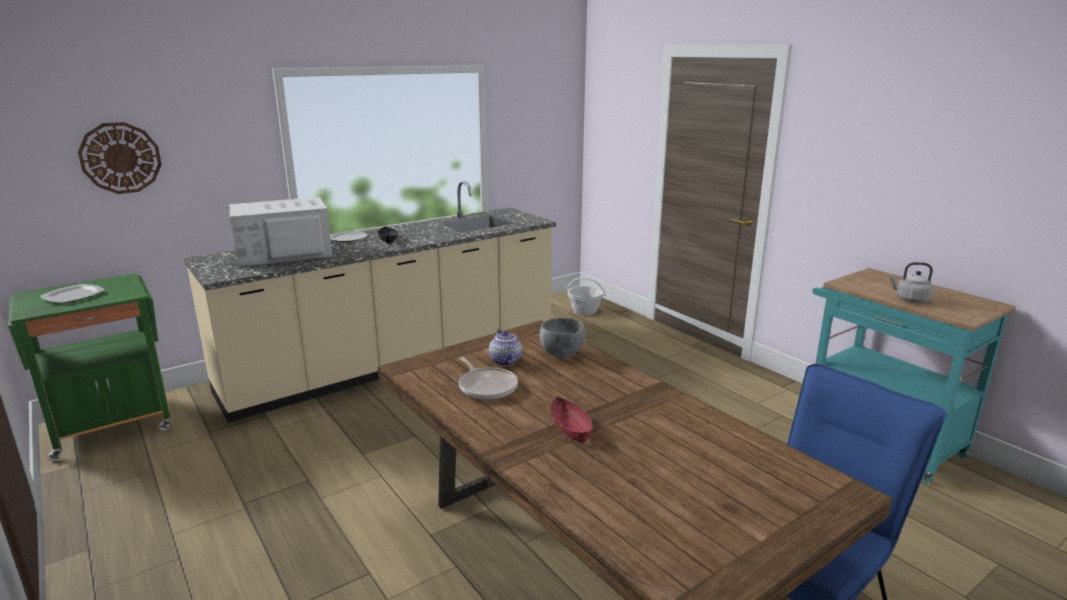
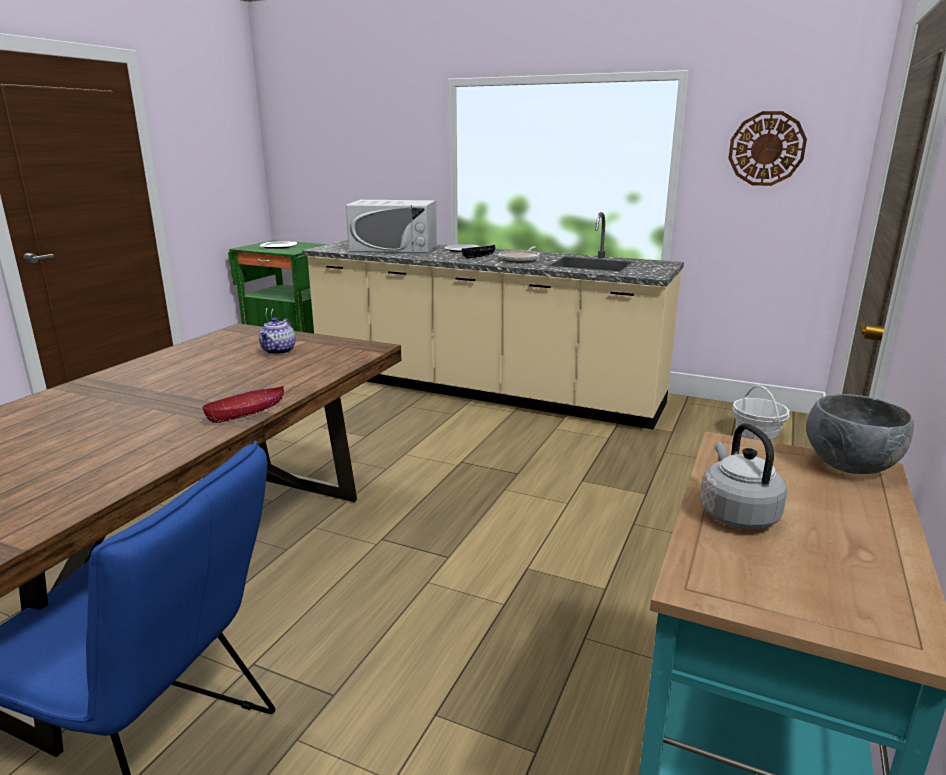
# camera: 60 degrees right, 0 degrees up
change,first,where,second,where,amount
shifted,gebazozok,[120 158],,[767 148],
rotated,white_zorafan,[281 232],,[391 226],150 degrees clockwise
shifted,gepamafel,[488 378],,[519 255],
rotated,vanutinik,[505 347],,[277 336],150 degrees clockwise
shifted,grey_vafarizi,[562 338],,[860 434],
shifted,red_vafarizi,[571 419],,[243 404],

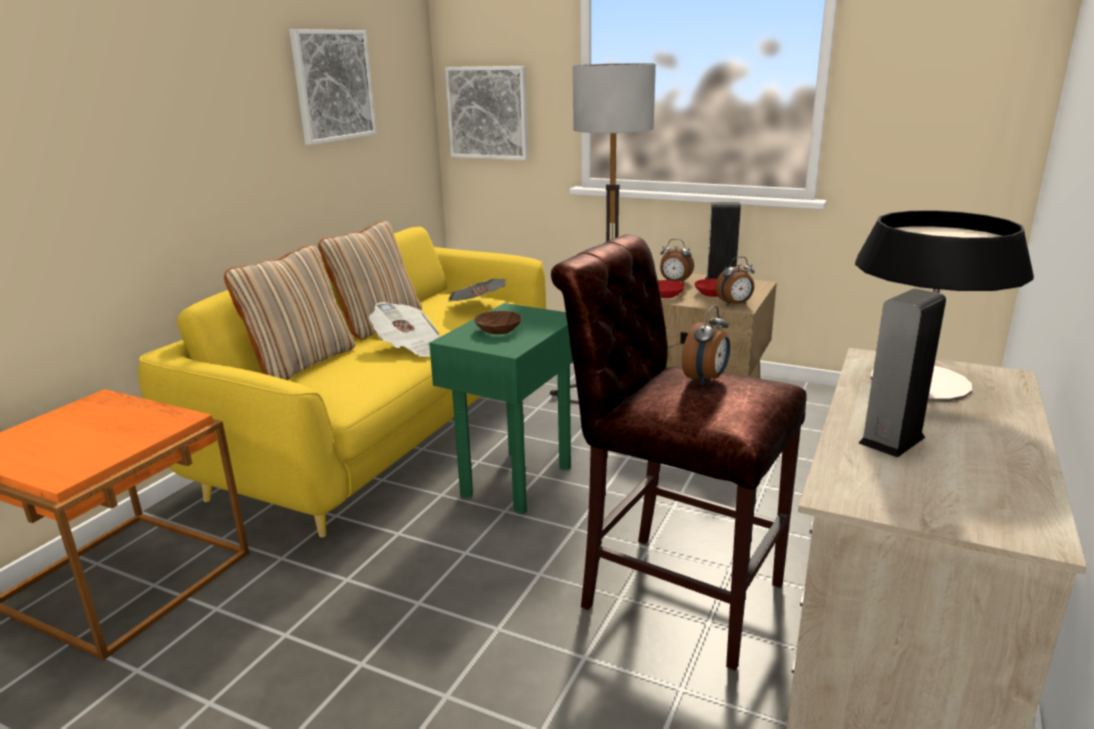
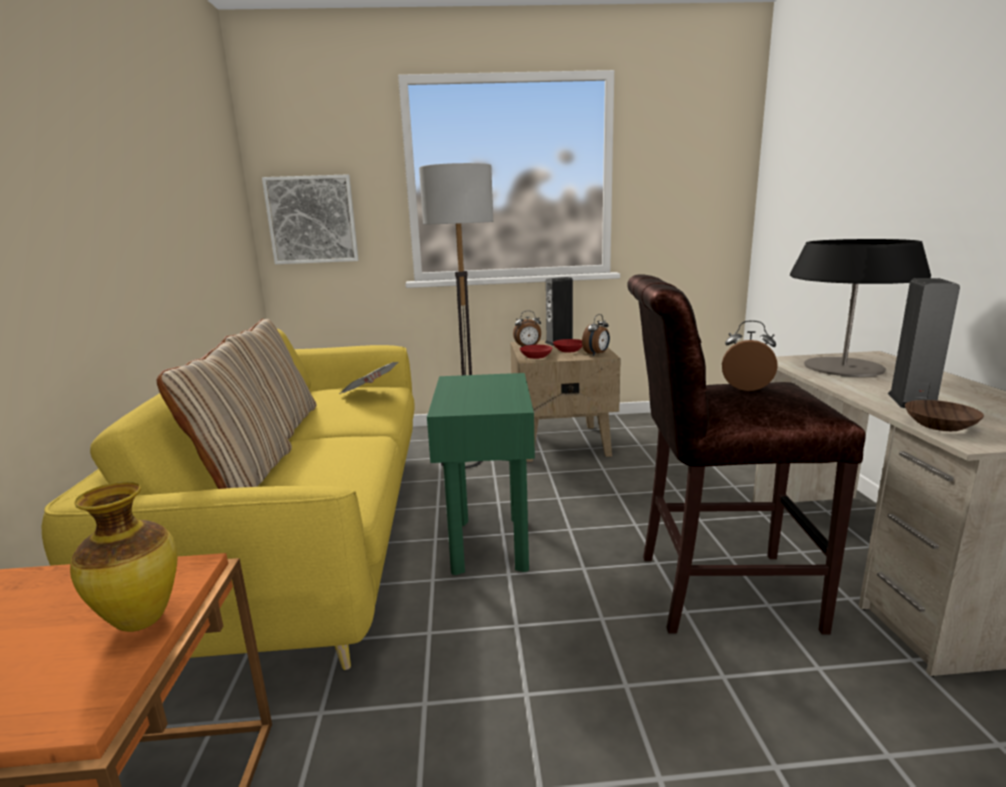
# camera: 30 degrees left, 5 degrees down
change,first,where,second,where,amount
gone,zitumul,[333 87],,,
gone,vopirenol,[404 329],,,
shifted,brown_vafarizi,[498 323],,[944 415],
rotated,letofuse,[706 345],,[750 355],75 degrees counterclockwise
new,,,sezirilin,[123 557],

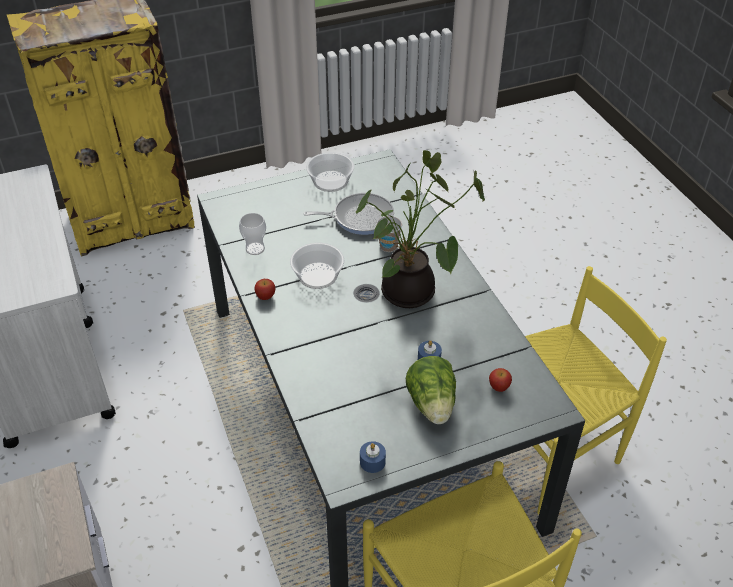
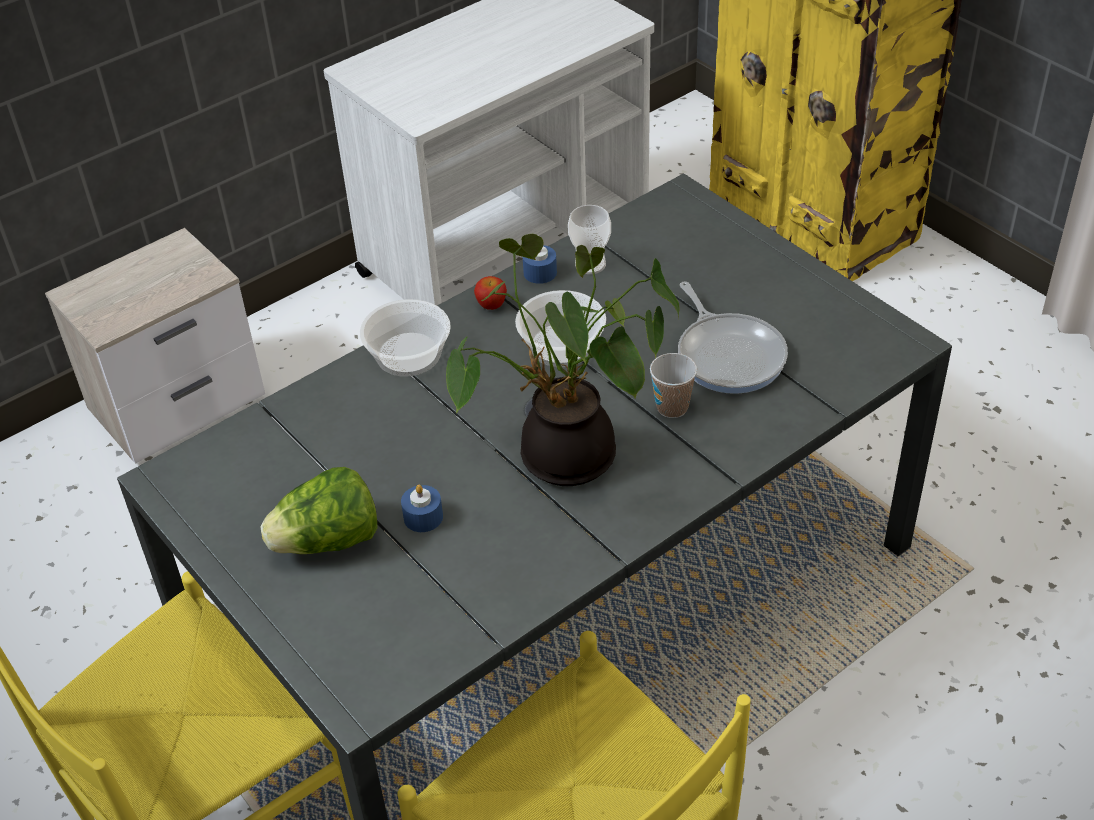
# camera: 75 degrees right, 0 degrees up
change,first,where,second,where,amount
shifted,vafarizi,[330 172],,[405 338],
shifted,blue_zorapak,[373 457],,[540 264],
gone,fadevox,[500 380],,,

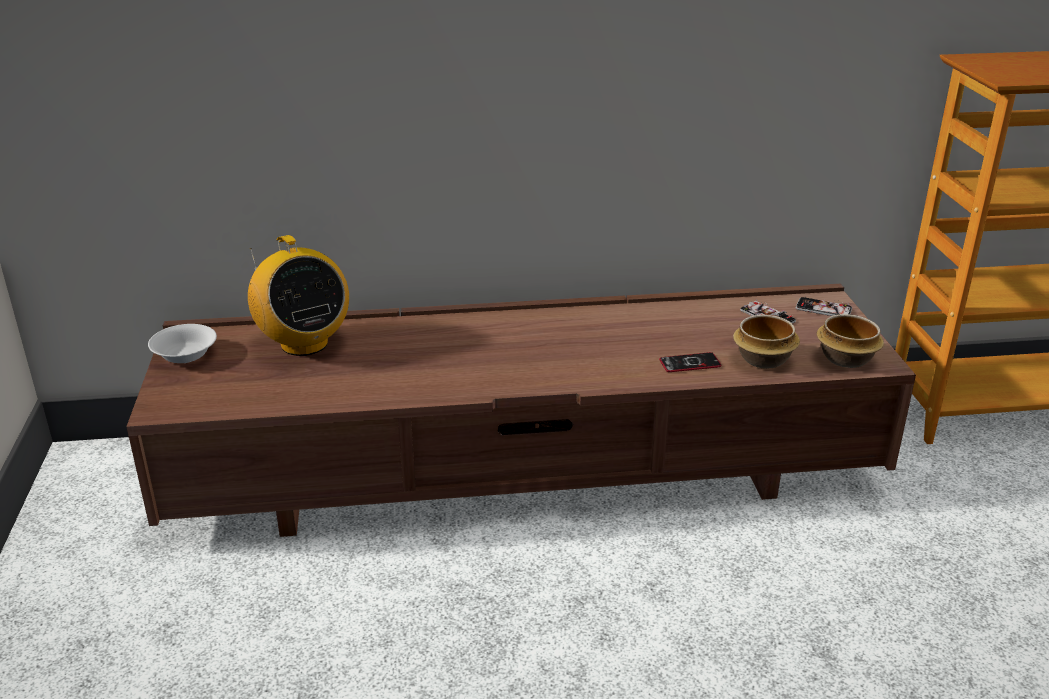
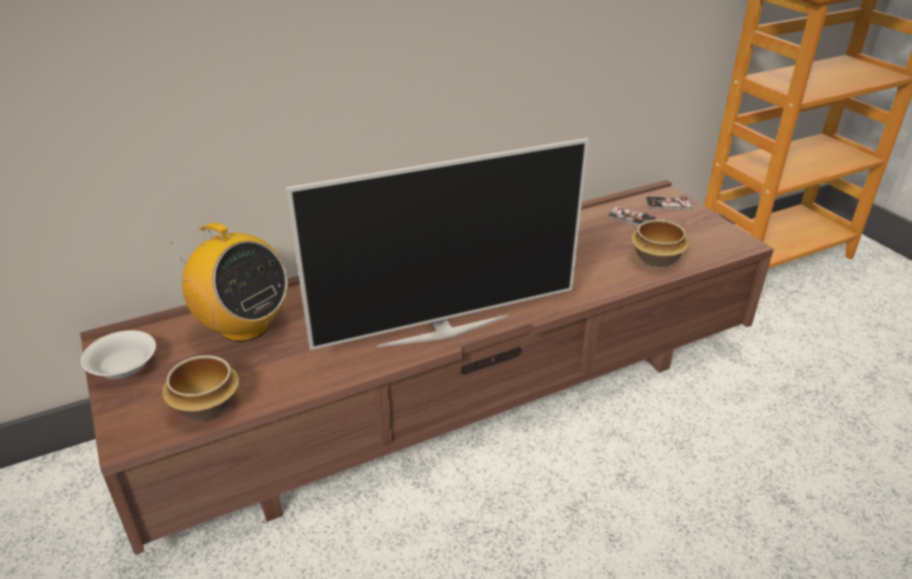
# camera: 20 degrees left, 5 degrees up
change,first,where,second,where,amount
gone,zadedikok,[690 362],,,
shifted,vafarizi,[850 341],,[200 388],
new,,,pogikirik,[437 244],

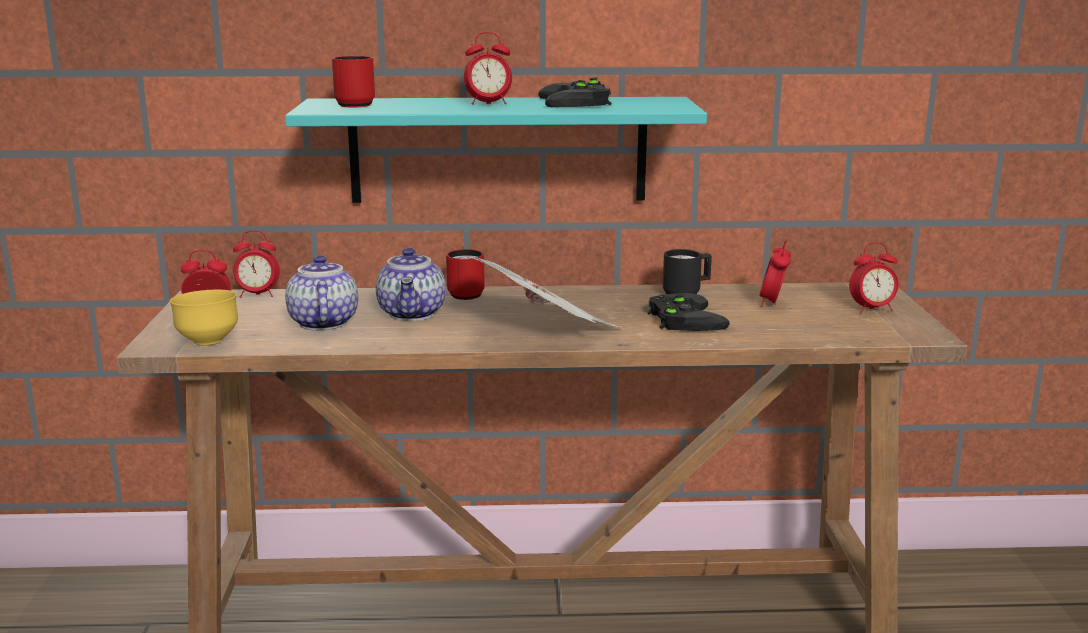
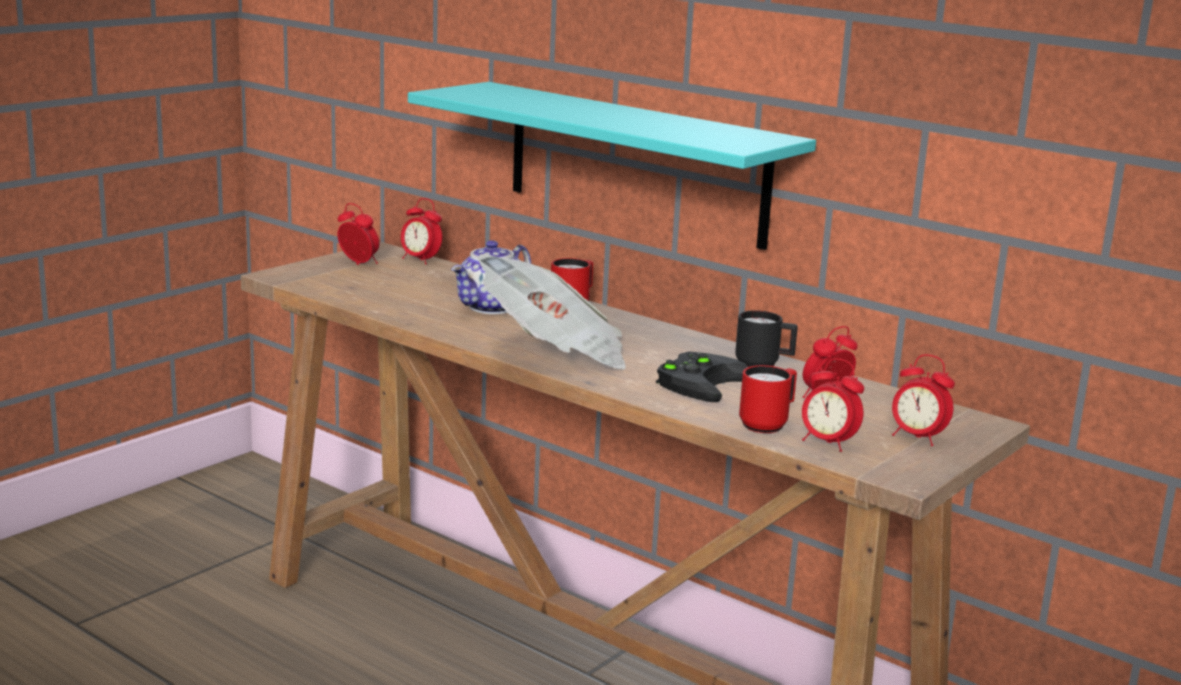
# camera: 40 degrees right, 0 degrees up
change,first,where,second,where,amount
gone,yellow_vafarizi,[204 318],,,
gone,vanutinik,[321 293],,,
shifted,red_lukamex,[353 82],,[768 399],
shifted,letofuse,[488 68],,[833 405],
gone,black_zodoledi,[574 92],,,

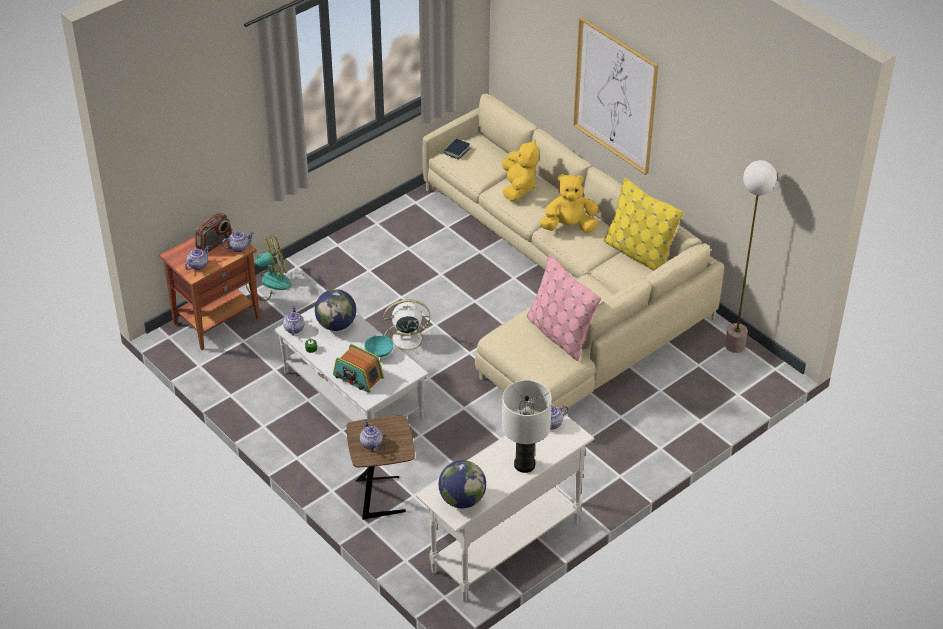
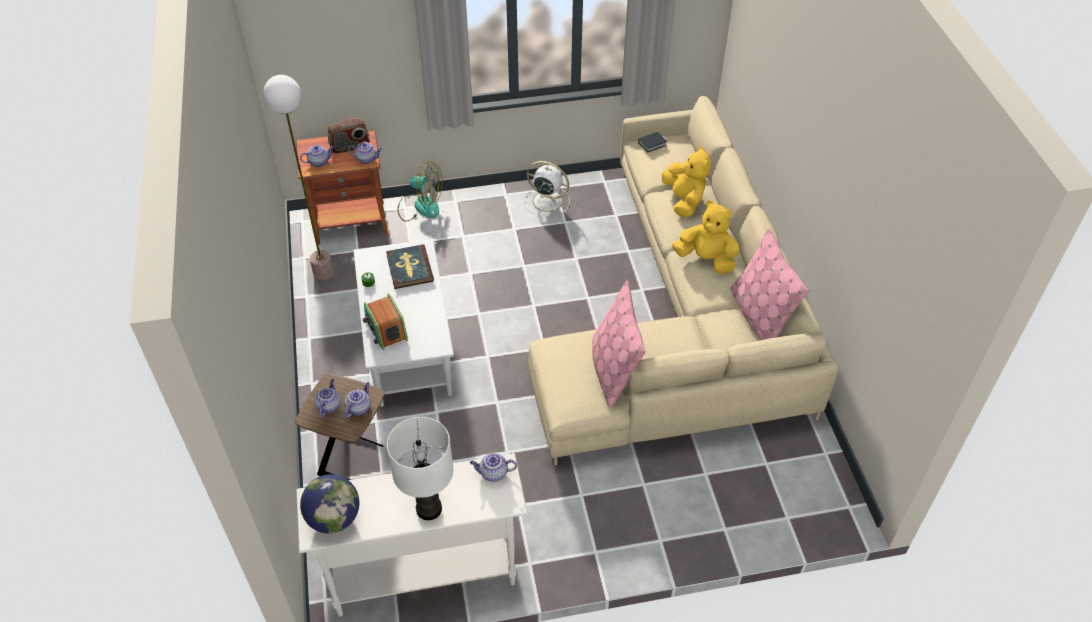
# camera: 30 degrees right, 5 degrees up
change,first,where,second,where,amount
shifted,vanutinik,[293 321],,[357 400],
swapped,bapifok,[335 310],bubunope,[410 266],
gone,turquoise_vafarizi,[379 346],,,
shifted,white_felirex,[407 327],,[547 188],
rotated,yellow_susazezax,[520 170],,[686 182],45 degrees counterclockwise
gone,zitumul,[615 96],,,
repainted,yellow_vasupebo,[643 224],pink_vasupebo,[770 284],
shifted,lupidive,[751 256],,[298 177],

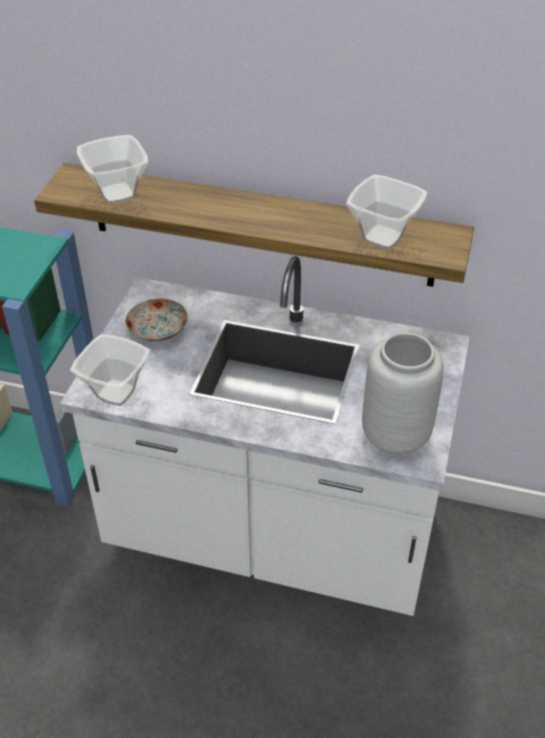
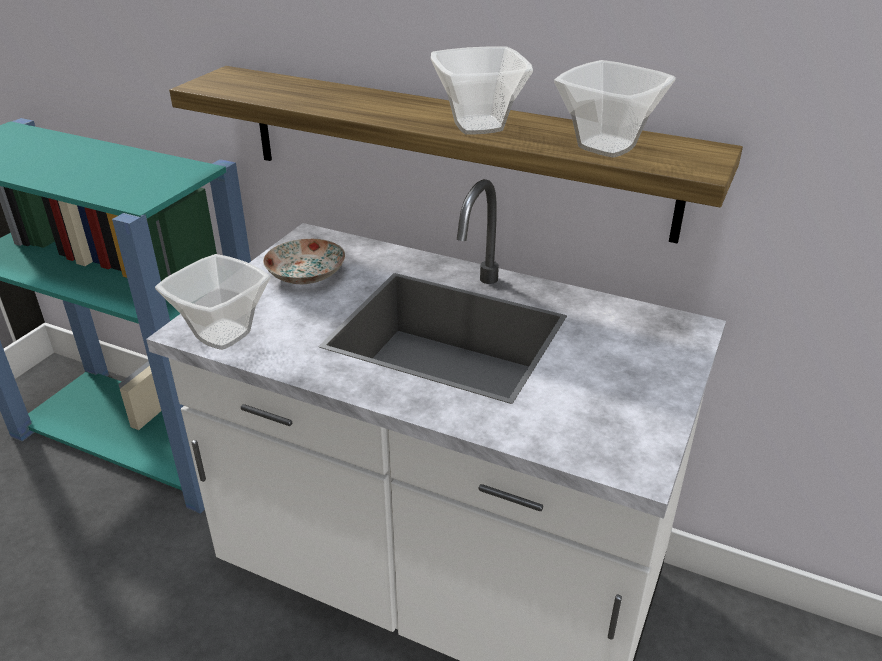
# camera: 10 degrees right, 10 degrees down
change,first,where,second,where,amount
shifted,vafarizi,[112 169],,[482 90],
gone,grey_sezirilin,[403 393],,,

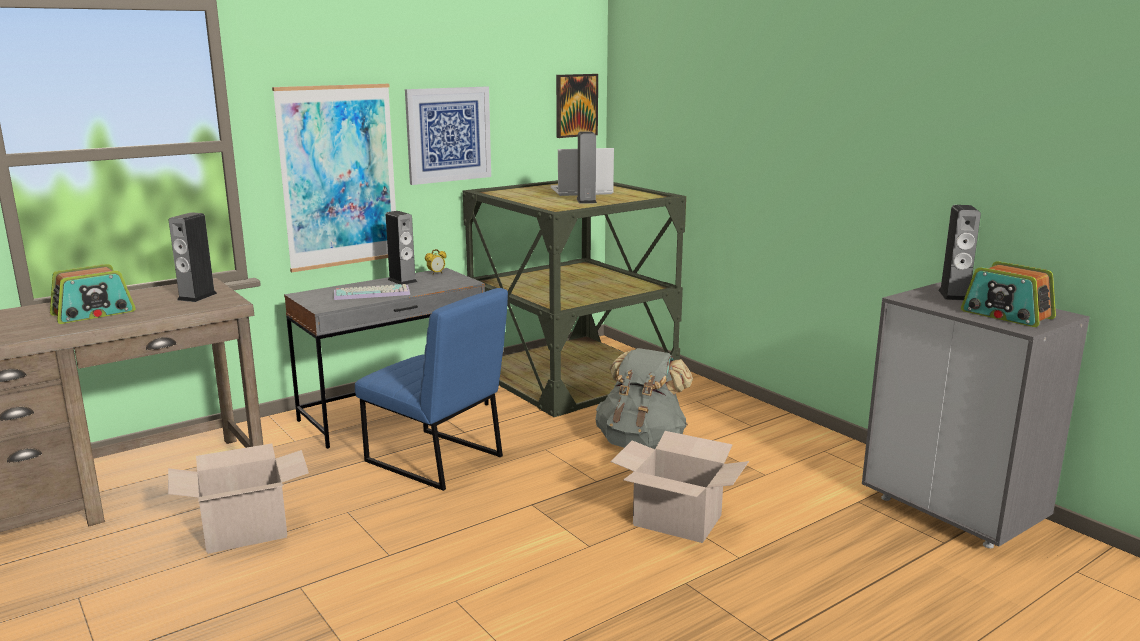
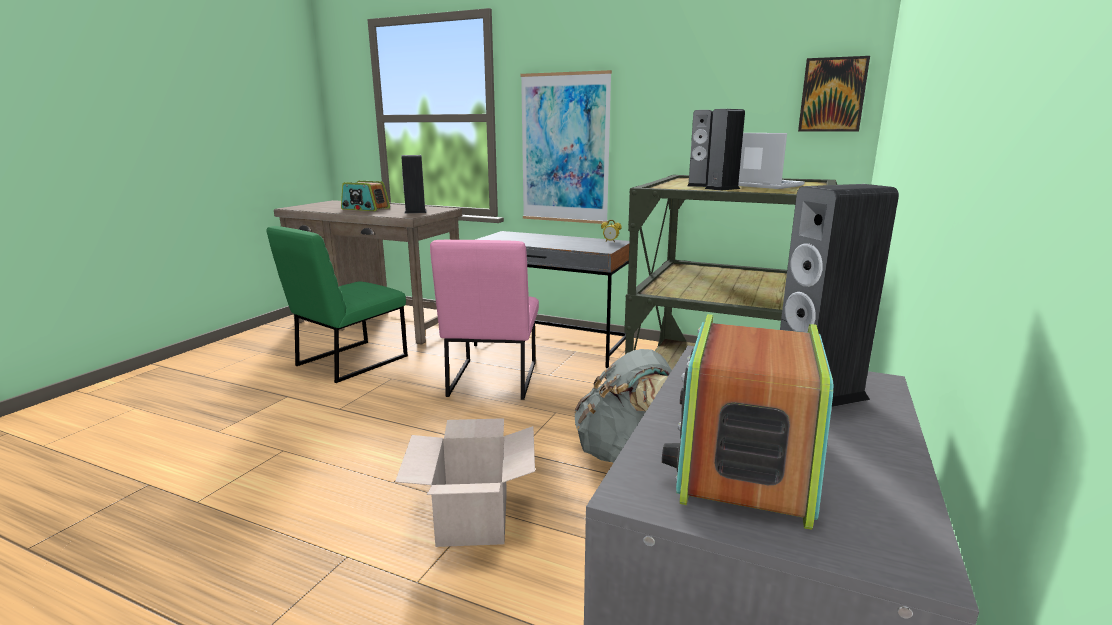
# camera: 60 degrees right, 0 degrees up
change,first,where,second,where,amount
swapped,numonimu,[238 498],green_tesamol,[337 304],
gone,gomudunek,[372 292],,,
repainted,blue_tesamol,[431 389],pink_tesamol,[484 320],
shifted,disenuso,[401 248],,[700 148],
gone,zitumul,[448 135],,,

